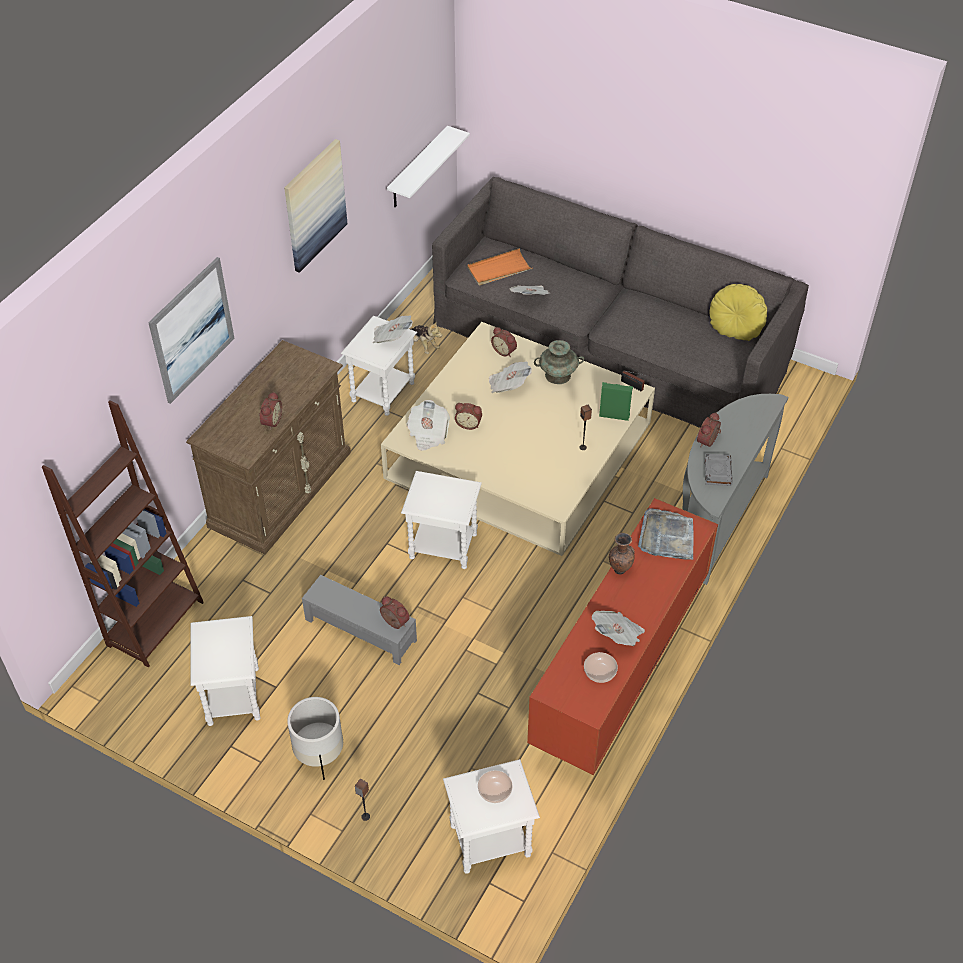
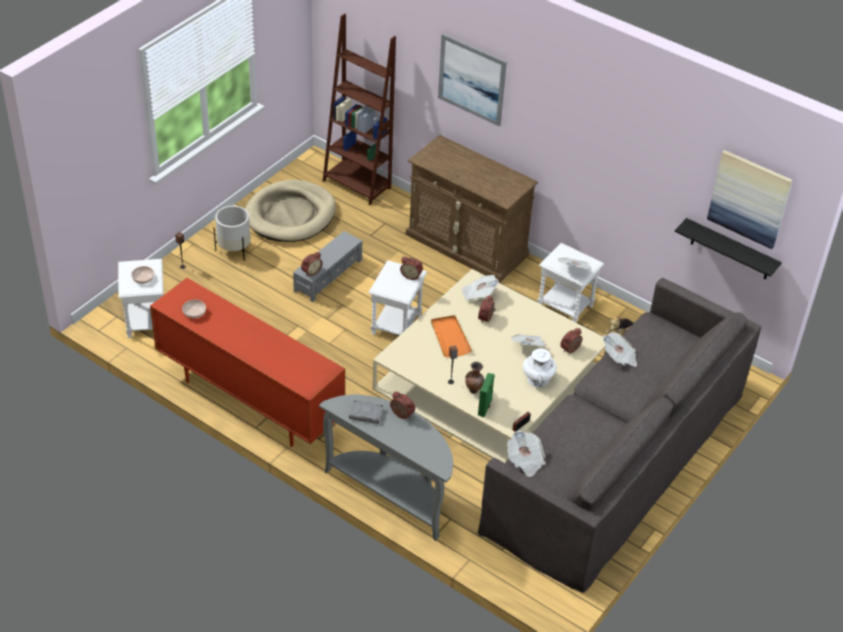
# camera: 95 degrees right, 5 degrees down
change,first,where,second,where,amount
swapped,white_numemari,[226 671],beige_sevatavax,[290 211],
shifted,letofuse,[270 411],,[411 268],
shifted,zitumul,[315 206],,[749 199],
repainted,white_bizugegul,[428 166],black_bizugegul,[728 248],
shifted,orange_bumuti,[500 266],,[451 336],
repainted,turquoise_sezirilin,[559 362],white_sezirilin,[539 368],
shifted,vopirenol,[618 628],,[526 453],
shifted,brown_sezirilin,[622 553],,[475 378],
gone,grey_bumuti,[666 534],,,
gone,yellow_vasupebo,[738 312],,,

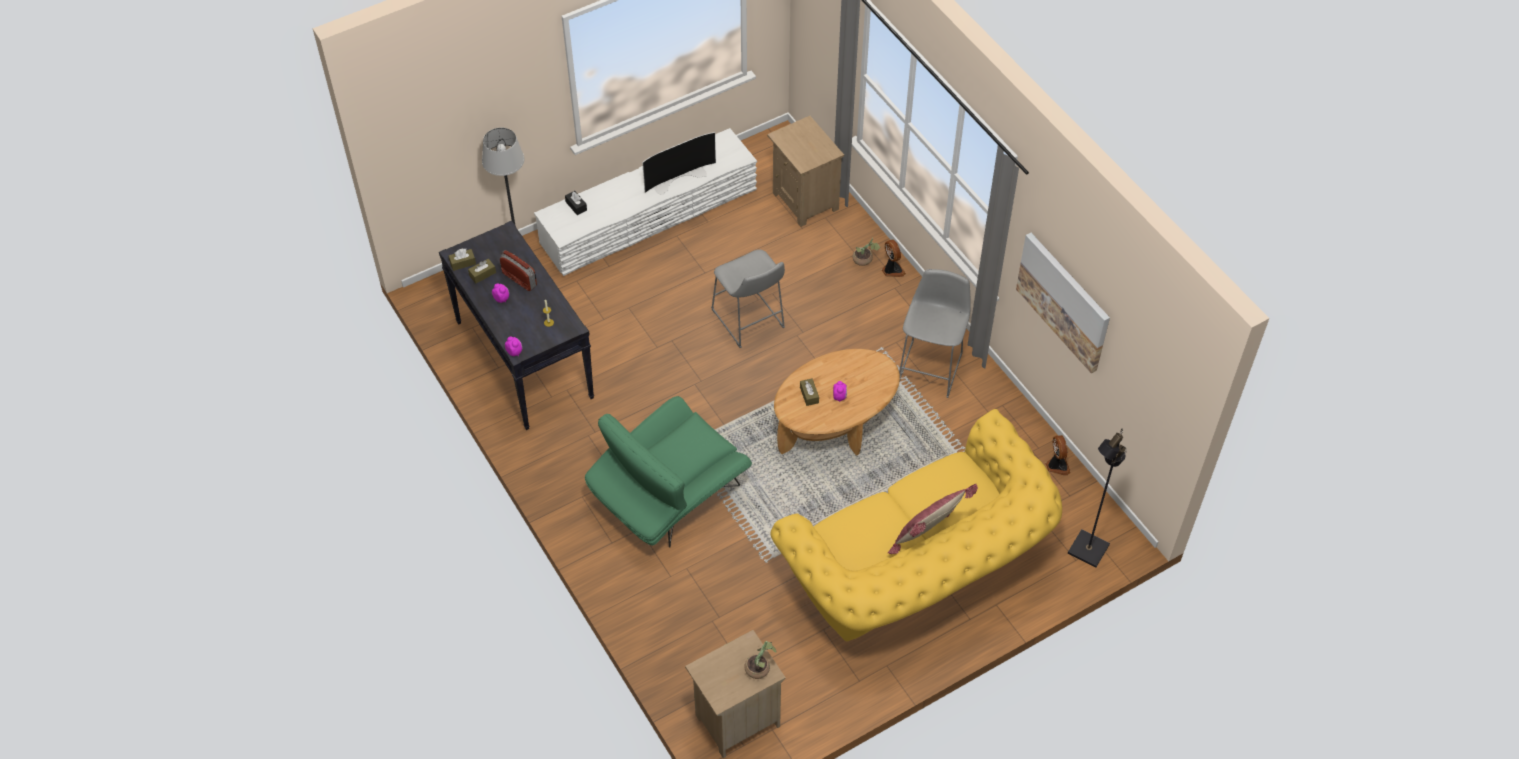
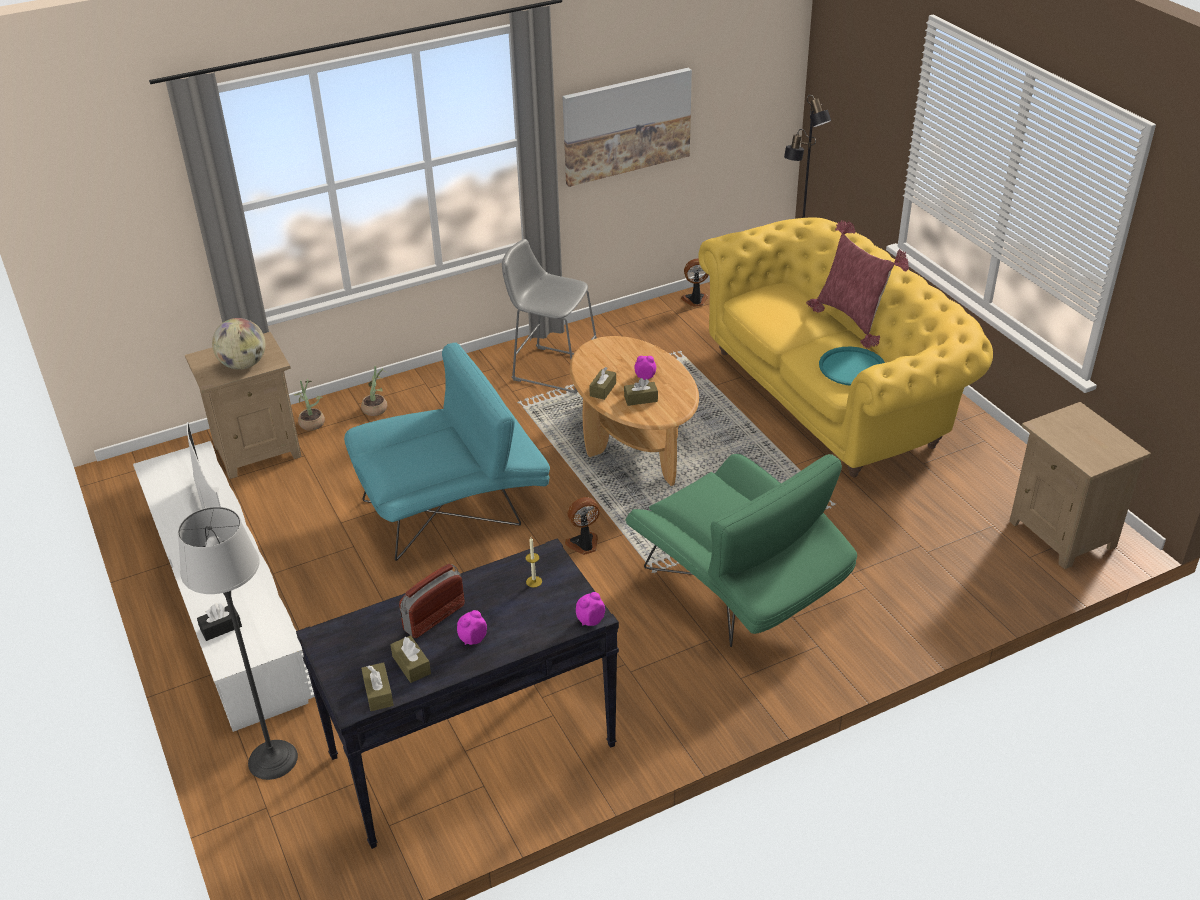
# camera: 85 degrees left, 15 degrees down
change,first,where,second,where,amount
swapped,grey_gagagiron,[748 298],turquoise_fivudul,[447 451],
shifted,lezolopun,[760 660],,[309 405],
shifted,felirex,[894 258],,[582 526],
new,,,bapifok,[238 344],
new,,,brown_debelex,[602 383],
new,,,turquoise_bumuti,[852 366],

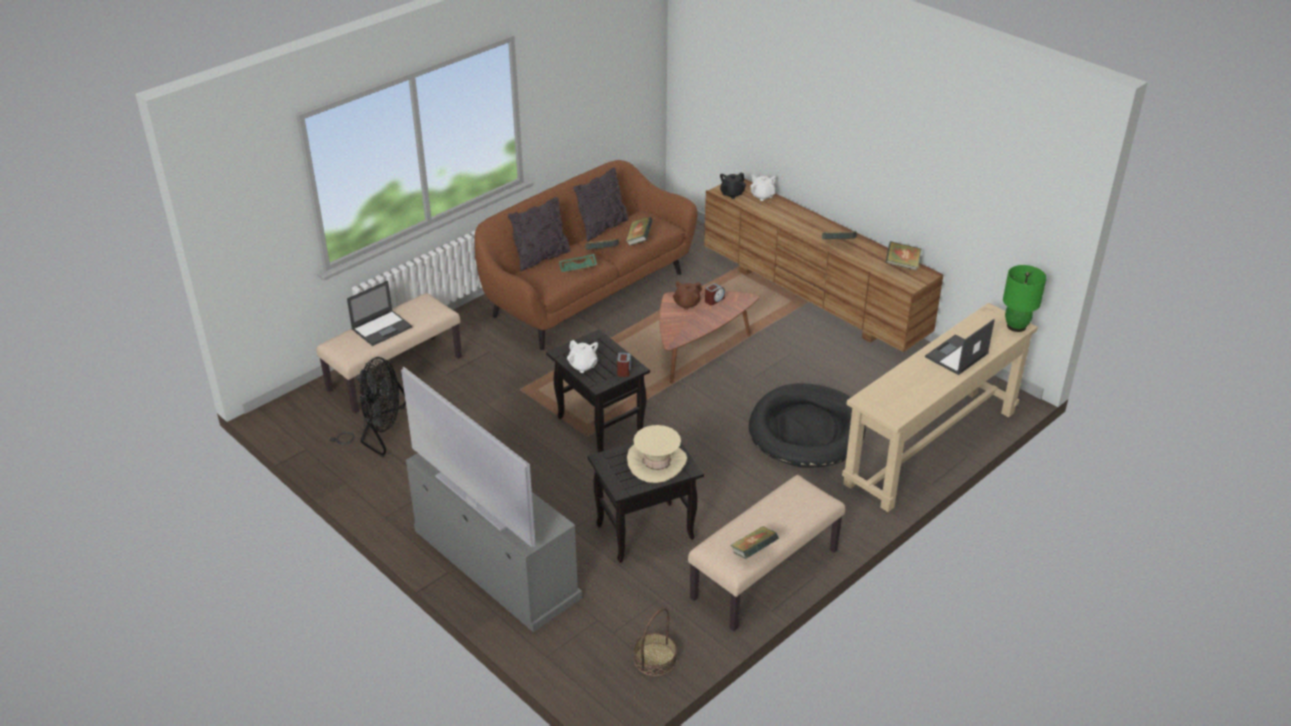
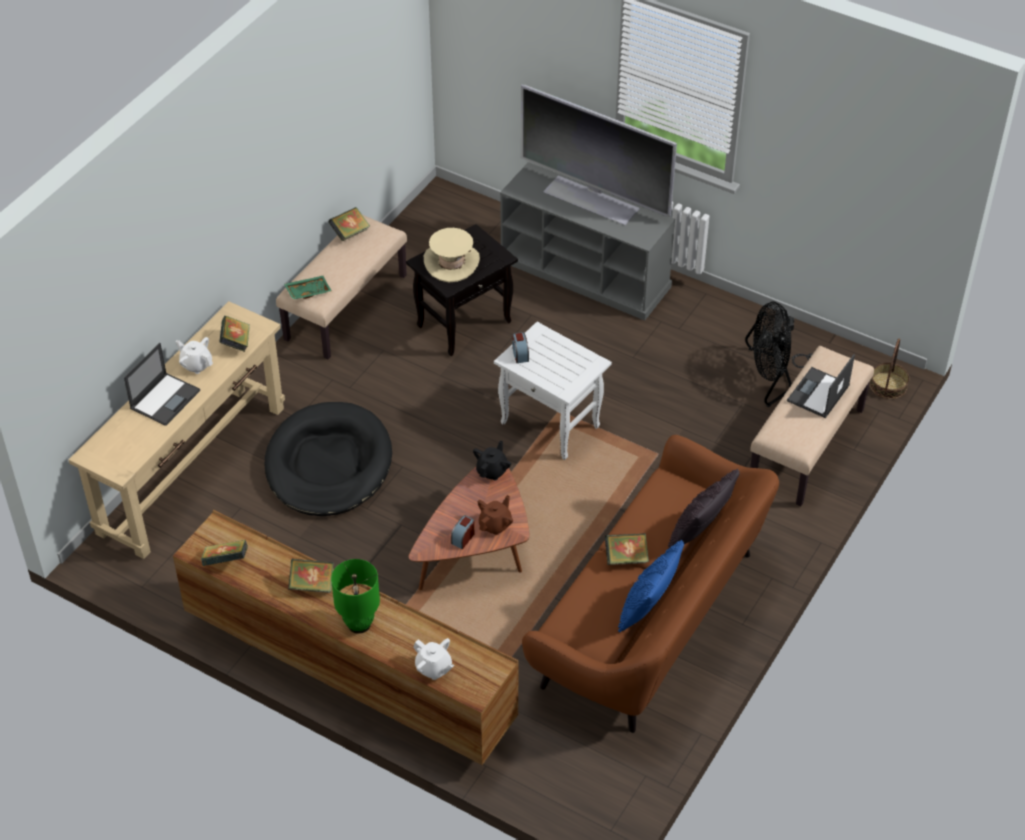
# camera: 165 degrees right, 10 degrees up
change,first,where,second,where,amount
repainted,black_numemari,[598 390],white_numemari,[553 391],
shifted,green_bumuti,[578 263],,[308 287],
shifted,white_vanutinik,[582 356],,[194 355],
repainted,black_vasupebo,[601 204],blue_vasupebo,[651 586],
shifted,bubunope,[639 231],,[234 334],
shifted,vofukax,[655 642],,[889 368],
shifted,black_vanutinik,[733 186],,[492 460],
shifted,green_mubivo,[1024 298],,[355 596],

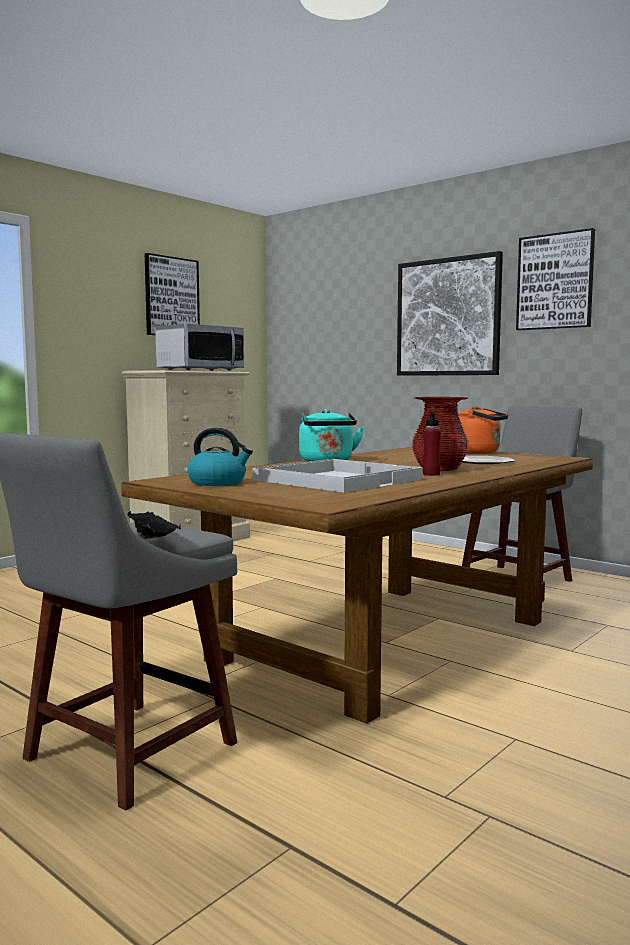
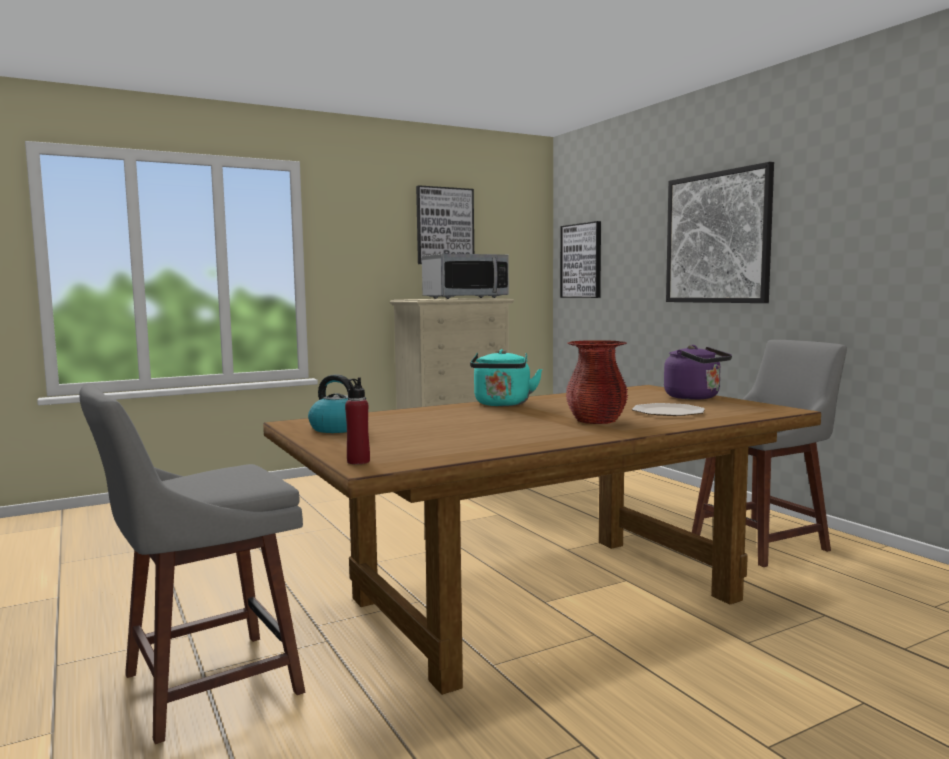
# camera: 20 degrees right, 0 degrees up
change,first,where,second,where,amount
gone,black_bumuti,[154 525],,,
gone,white_bumuti,[337 476],,,
shifted,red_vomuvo,[432 443],,[357 421],
repainted,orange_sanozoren,[483 430],purple_sanozoren,[698 372],
shifted,zitumul,[555 279],,[580 259],

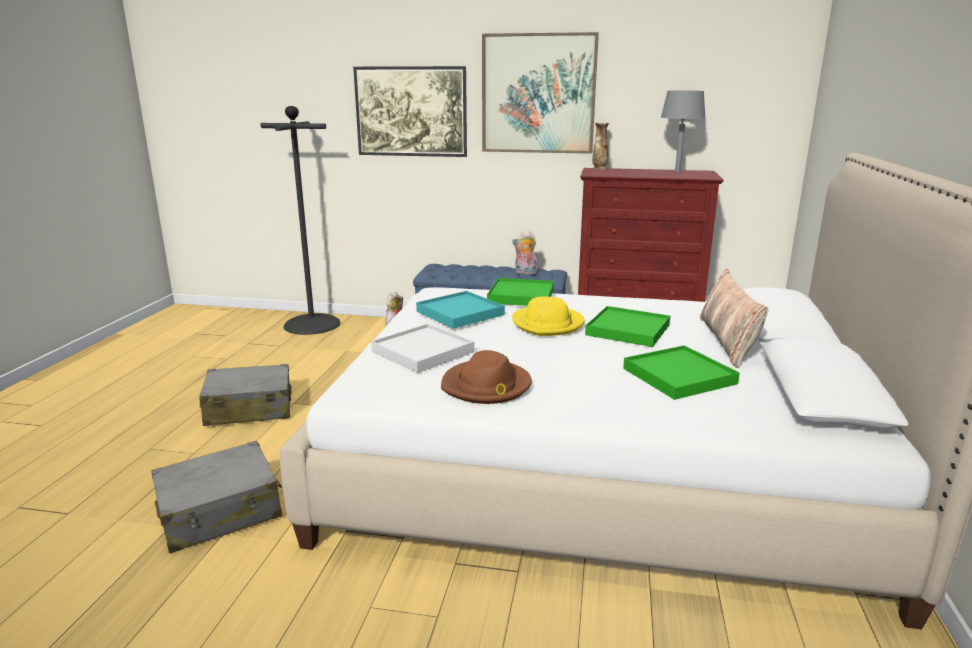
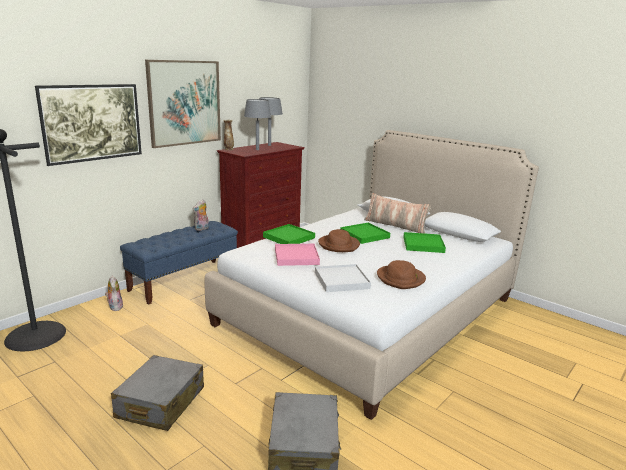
# camera: 60 degrees left, 0 degrees up
change,first,where,second,where,amount
repainted,turquoise_bumuti,[460 310],pink_bumuti,[297 255],
repainted,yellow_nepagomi,[548 316],brown_nepagomi,[339 240],
new,,,grey_mubivo,[257 124],

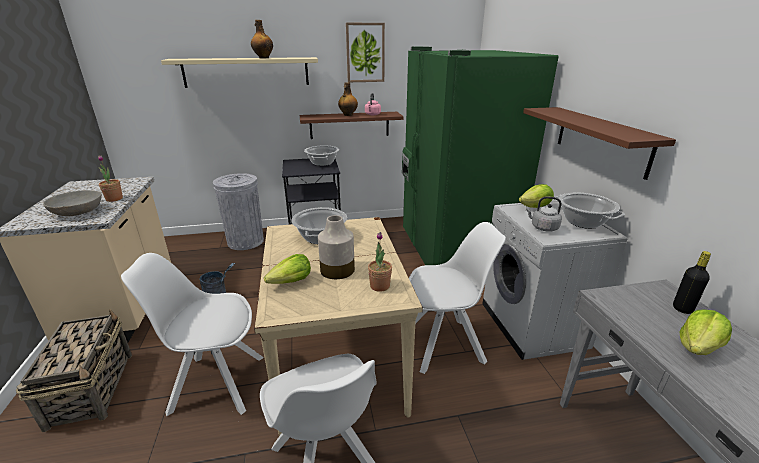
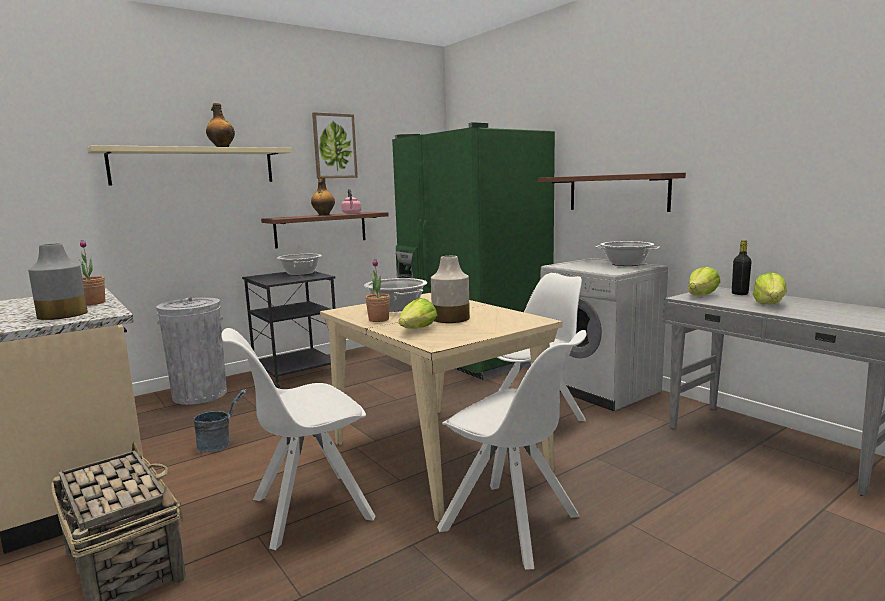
# camera: 25 degrees left, 15 degrees down
change,first,where,second,where,amount
swapped,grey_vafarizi,[72 203],grey_sezirilin,[58 281],
shifted,lezolopun,[380 262],,[377 290],
shifted,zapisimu,[536 196],,[704 281],
gone,grey_sanozoren,[544 214],,,

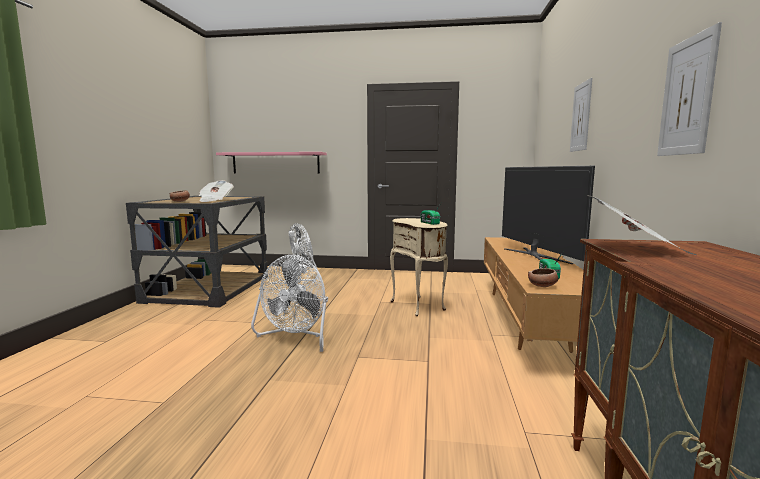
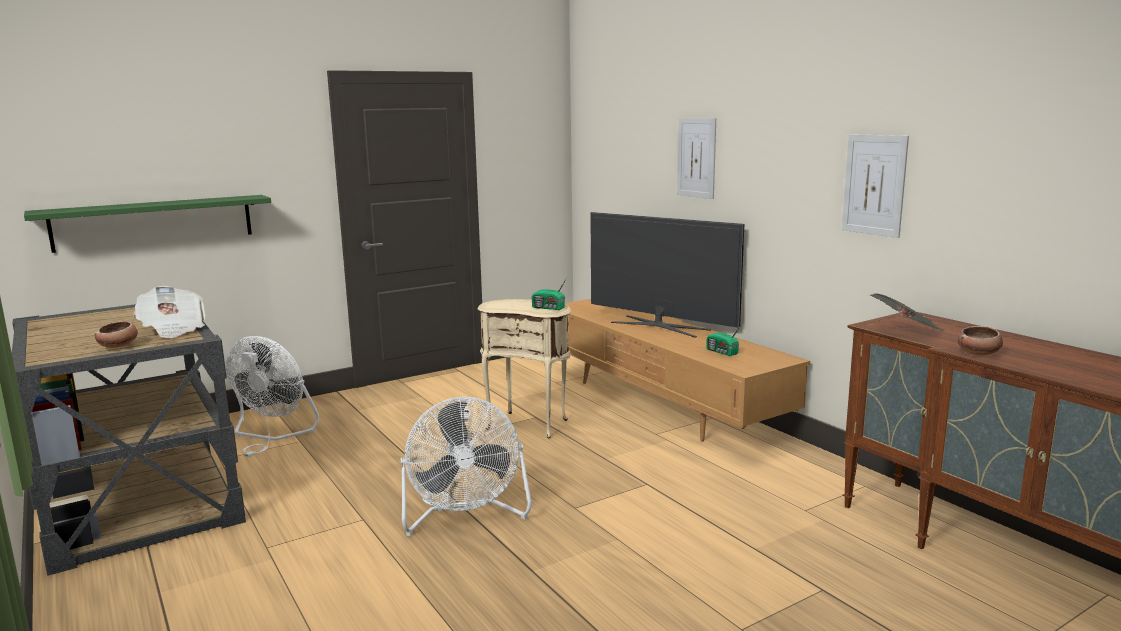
# camera: 40 degrees left, 5 degrees up
change,first,where,second,where,amount
repainted,pink_bizugegul,[271 163],green_bizugegul,[147 224],
shifted,vafarizi,[543 277],,[980 340],

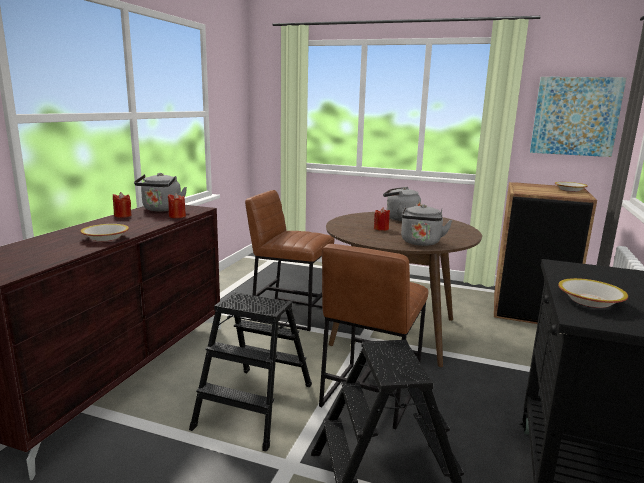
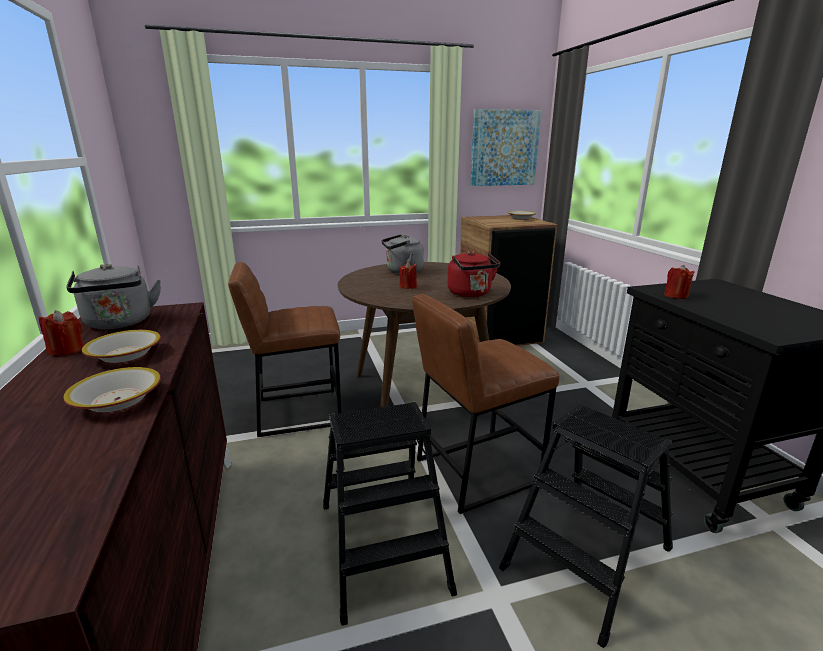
# camera: 35 degrees left, 5 degrees up
change,first,where,second,where,amount
shifted,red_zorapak,[177 205],,[679 282],
rotated,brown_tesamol,[373 336],,[486 404],75 degrees clockwise
repainted,grey_sanozoren,[427 225],red_sanozoren,[474 274],
shifted,vafarizi,[593 293],,[121 346],

